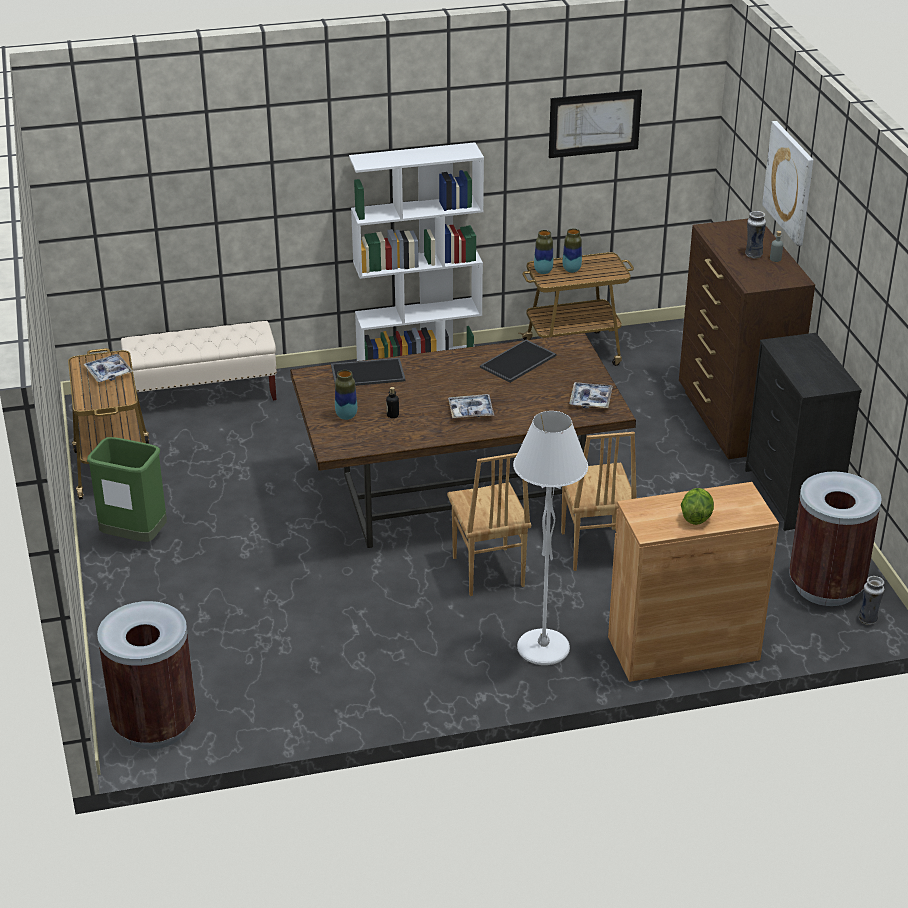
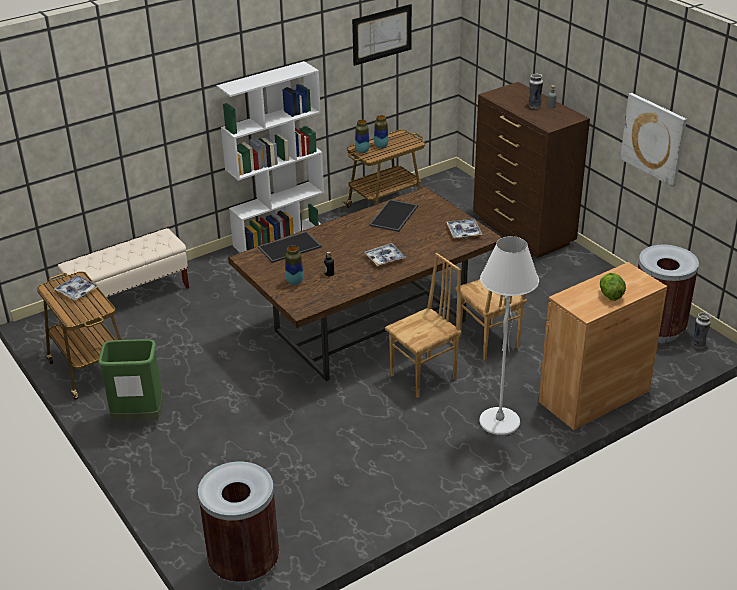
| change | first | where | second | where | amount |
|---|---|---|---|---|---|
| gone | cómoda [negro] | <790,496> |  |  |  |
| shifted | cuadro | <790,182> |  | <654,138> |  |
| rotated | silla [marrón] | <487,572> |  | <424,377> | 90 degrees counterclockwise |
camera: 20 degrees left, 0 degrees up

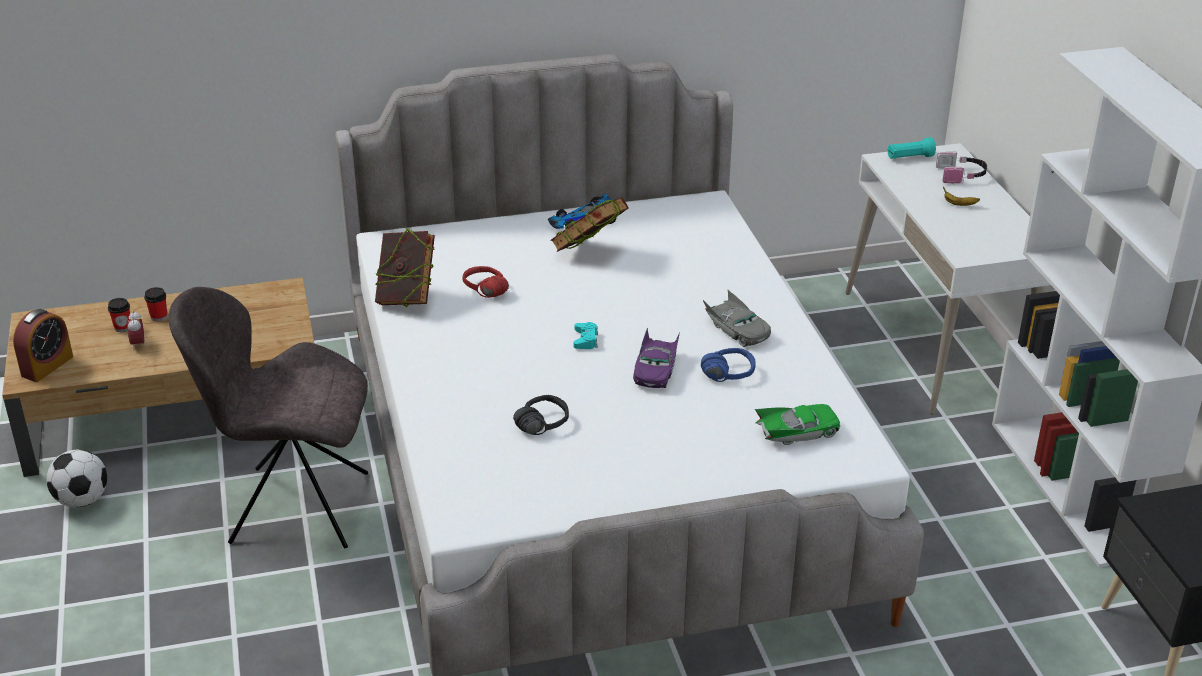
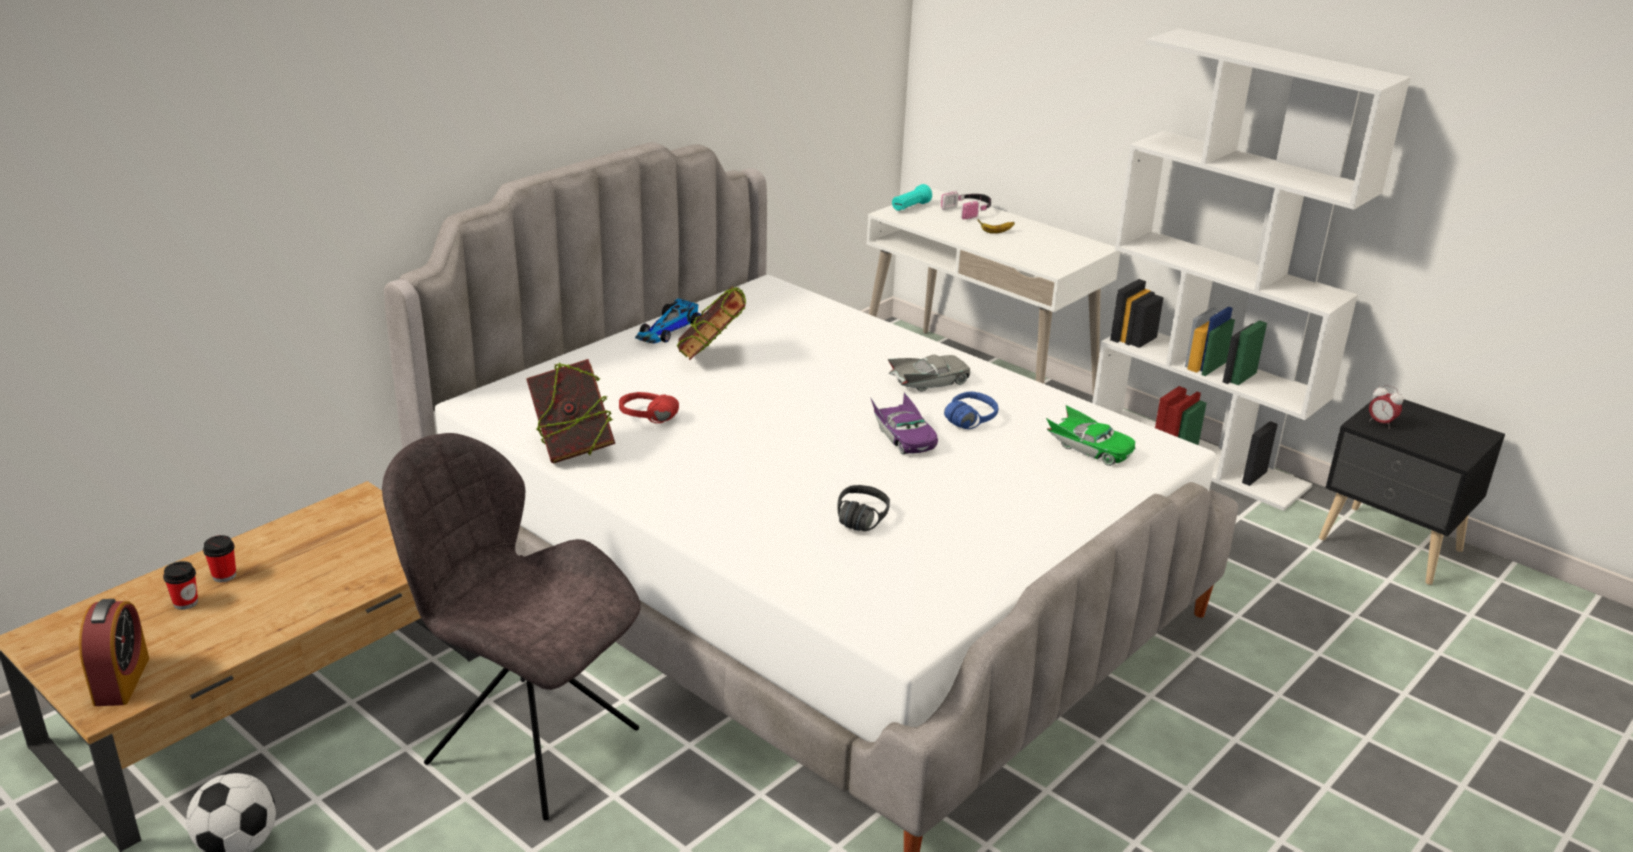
| change | first | where | second | where | amount |
|---|---|---|---|---|---|
| gone | mando de consola [turquesa] | <585,340> |  |  |  |
| shifted | despertador | <138,344> |  | <1381,423> |  |
| rotated | silla [gris] | <293,507> |  | <527,743> | 60 degrees clockwise |
| rotated | coche de juguete [gris] | <737,329> |  | <929,382> | 45 degrees counterclockwise |
| rotated | coche de juguete [verde] | <797,432> |  | <1089,448> | 90 degrees clockwise |
camera: 35 degrees left, 5 degrees down

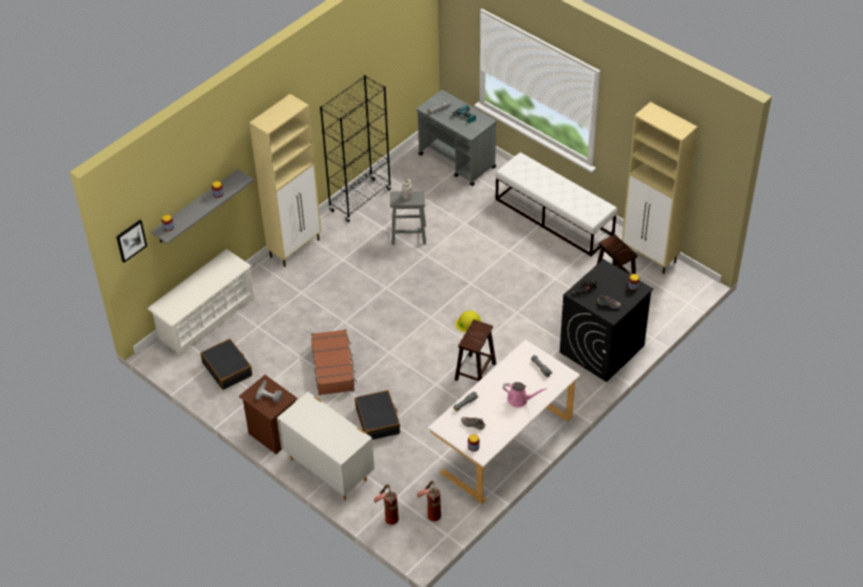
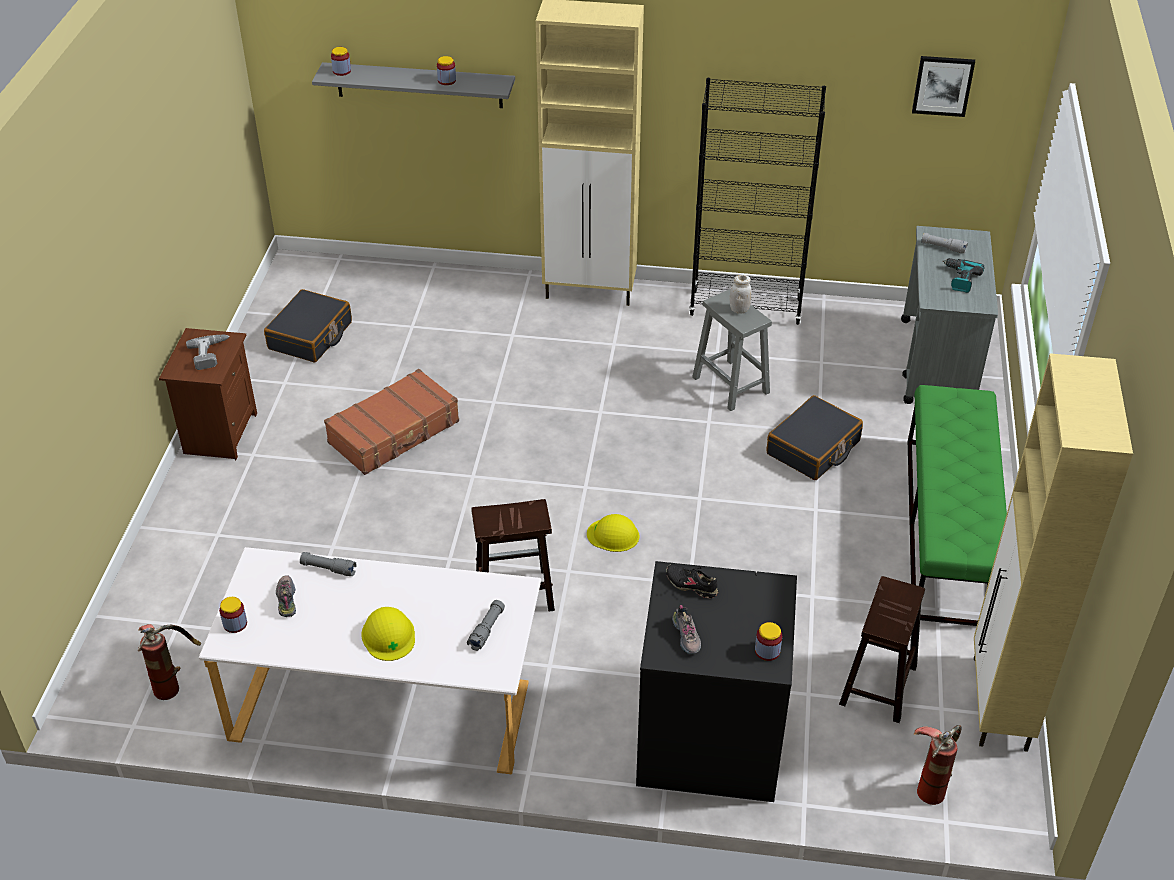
| change | first | where | second | where | amount |
|---|---|---|---|---|---|
| gone | zapatero [blanco] | <206,318> |  |  |  |
| gone | cómoda [blanco] | <328,469> |  |  |  |
| shifted | cuadro | <131,240> |  | <943,85> |  |
| shifted | maleta [negro] | <378,420> |  | <813,448> |  |
| shifted | extintor | <388,515> |  | <932,783> |  |
| swapped | regadera [rosa] | <520,400> | casco [amarillo] | <388,635> |  |
| repainted | banco [blanco] | <554,217> | banco [verde] | <948,530> |  |
camera: 55 degrees right, 5 degrees down

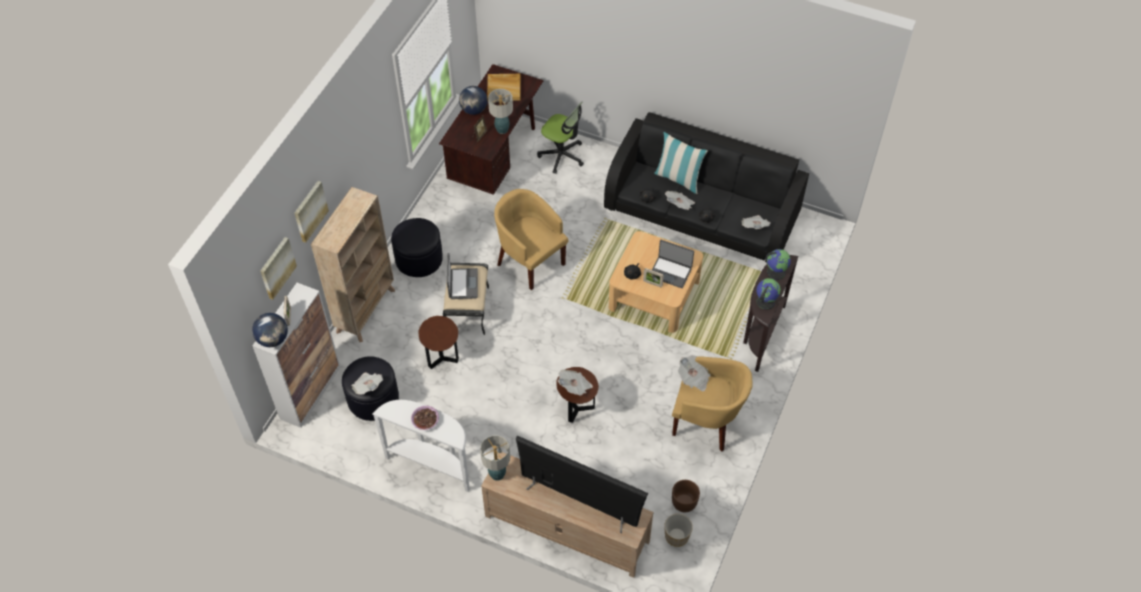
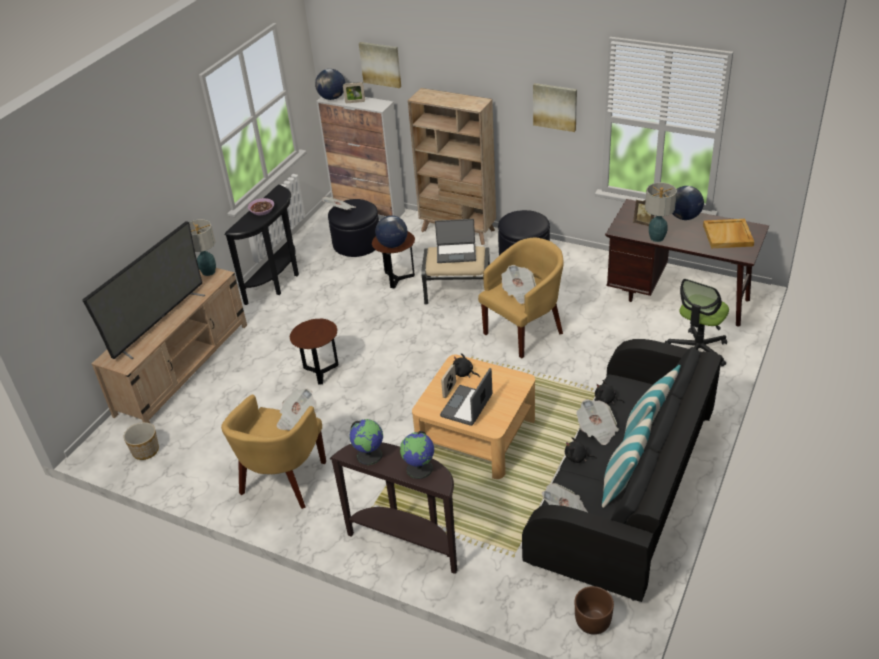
| change | first | where | second | where | amount |
|---|---|---|---|---|---|
| new |  |  | globo terráqueo | <392,244> |  |
| new |  |  | cojín | <624,483> |  |
| shifted | cuadro | <310,211> |  | <555,106> |  |
| shifted | periódico | <575,387> |  | <519,292> |  |
| shifted | maceta [marrón] | <684,502> |  | <593,622> |  |
| repainted | mesa consola [blanco] | <432,464> | mesa consola [negro] | <278,281> |  |
camera: 95 degrees right, 15 degrees down

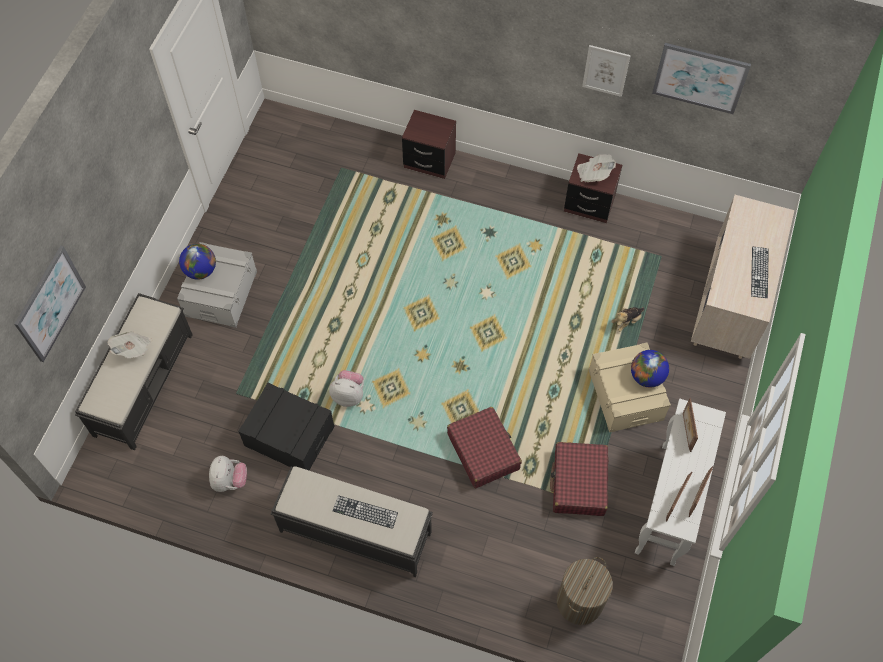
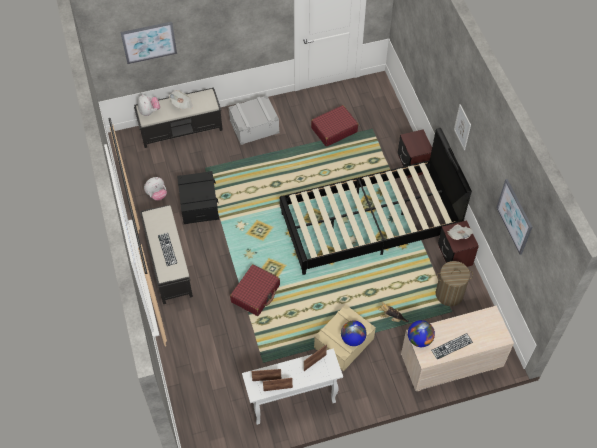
| change | first | where | second | where | amount |
|---|---|---|---|---|---|
| new |  |  | cama [negro] | <369,224> |  |
| shifted | globo terráqueo | <201,270> |  | <419,339> |  |
| shifted | peluche | <348,395> |  | <149,111> |  |
| shifted | maleta [rojo] | <578,483> |  | <334,130> |  |
| shifted | cesto de la ropa | <579,601> |  | <449,294> |  |
| shifted | cuadro | <606,70> |  | <462,127> |  |
camera: 55 degrees right, 5 degrees down

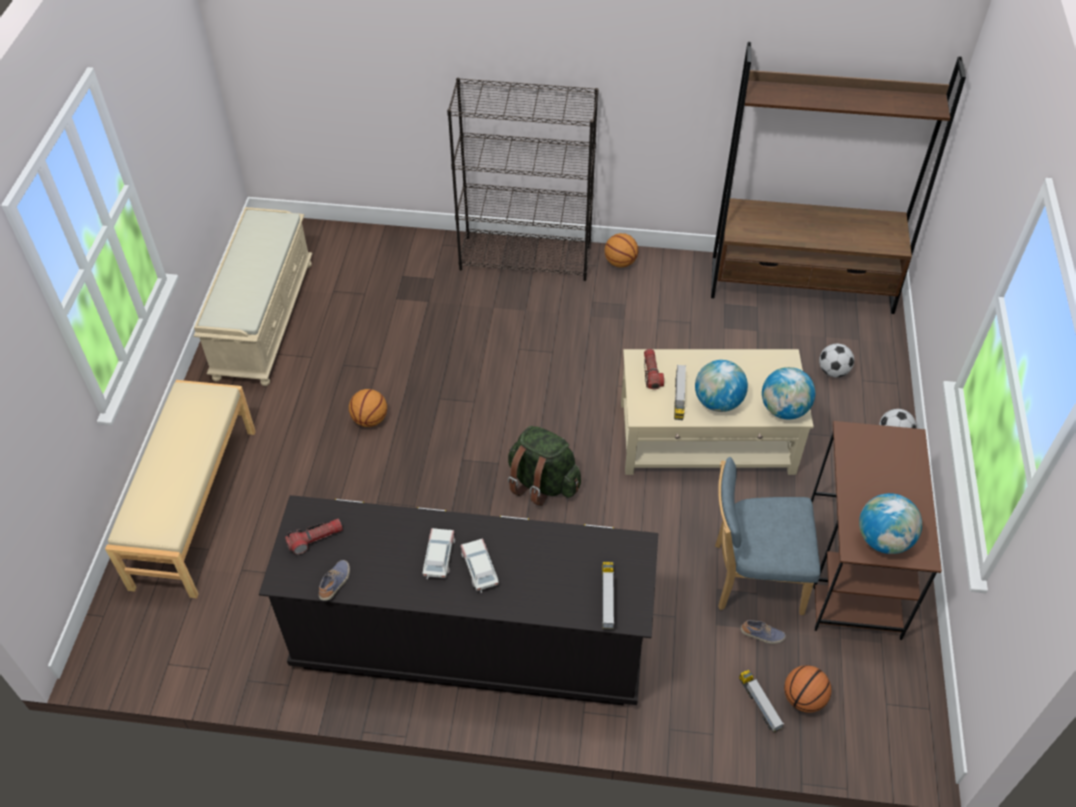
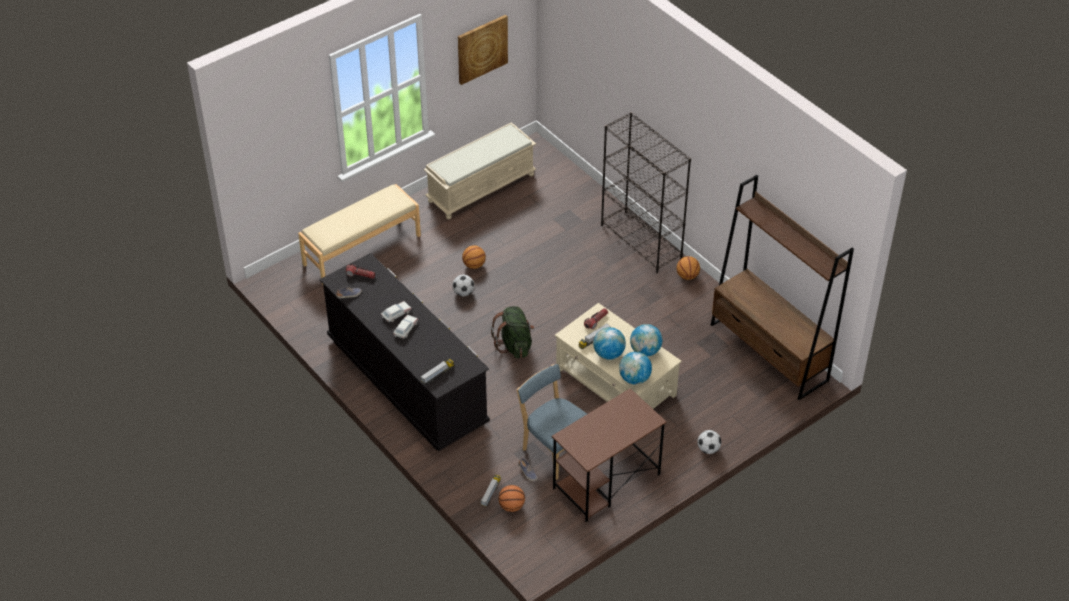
| change | first | where | second | where | amount |
|---|---|---|---|---|---|
| new |  |  | cuadro | <482,49> |  |
| shifted | balón de fútbol | <833,371> |  | <463,293> |  |
| shifted | globo terráqueo | <883,539> |  | <645,351> |  |
camera: 45 degrees right, 5 degrees down

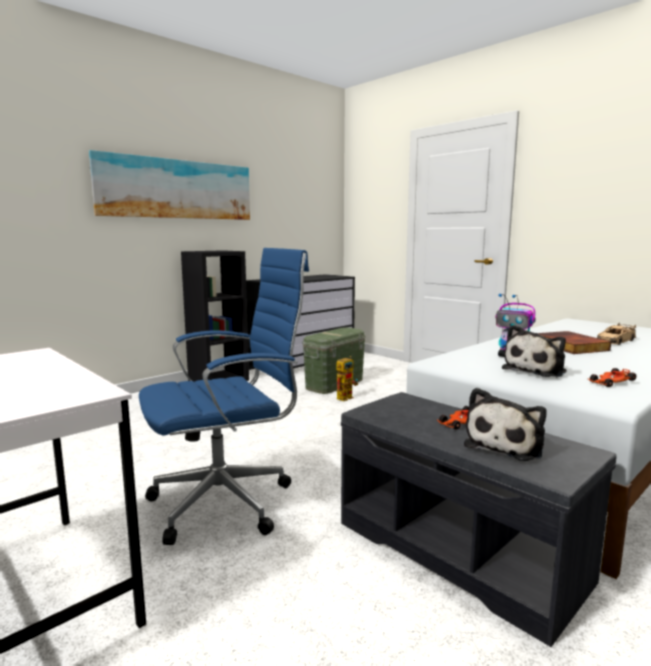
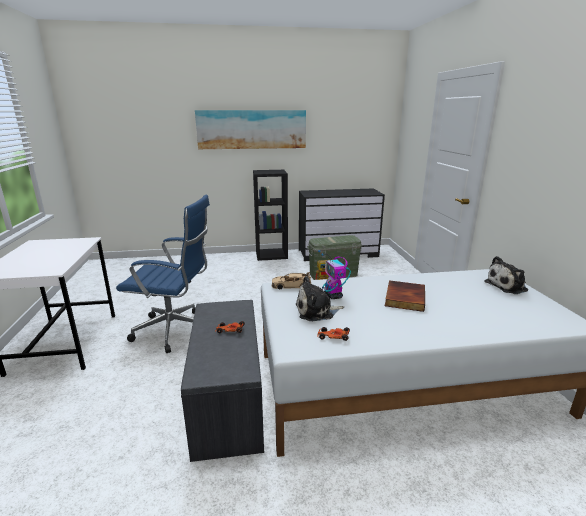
| change | first | where | second | where | amount |
|---|---|---|---|---|---|
| shifted | peluche | <506,445> |  | <508,286> |  |
| shifted | coche de juguete [beis] | <615,341> |  | <291,286> |  |
camera: 35 degrees right, 10 degrees up

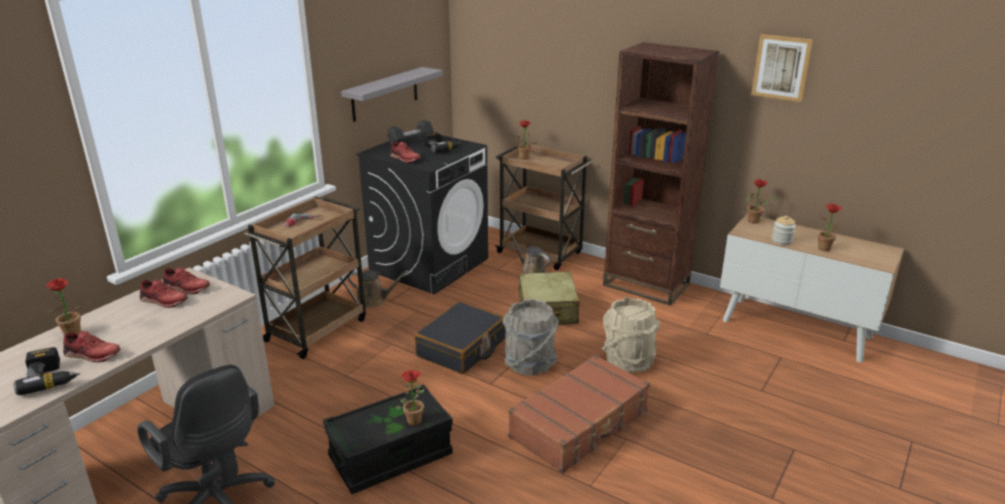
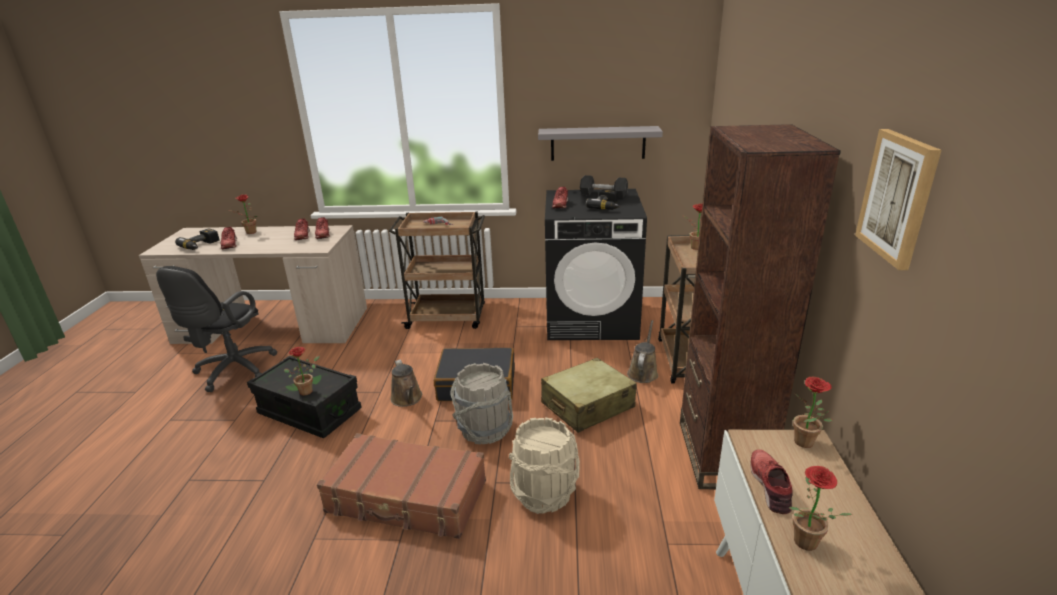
| change | first | where | second | where | amount |
|---|---|---|---|---|---|
| shifted | regadera [marrón] | <374,300> |  | <407,399> |  |
| swapped | tarro | <781,241> | zapato [rojo] | <771,485> |  |
camera: 60 degrees right, 0 degrees up

